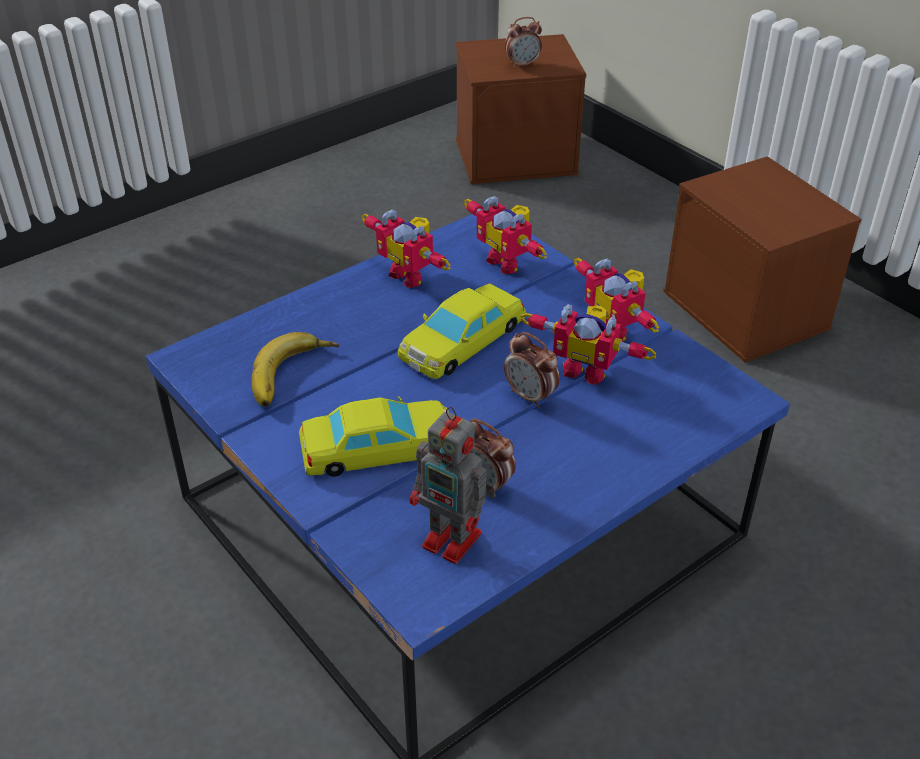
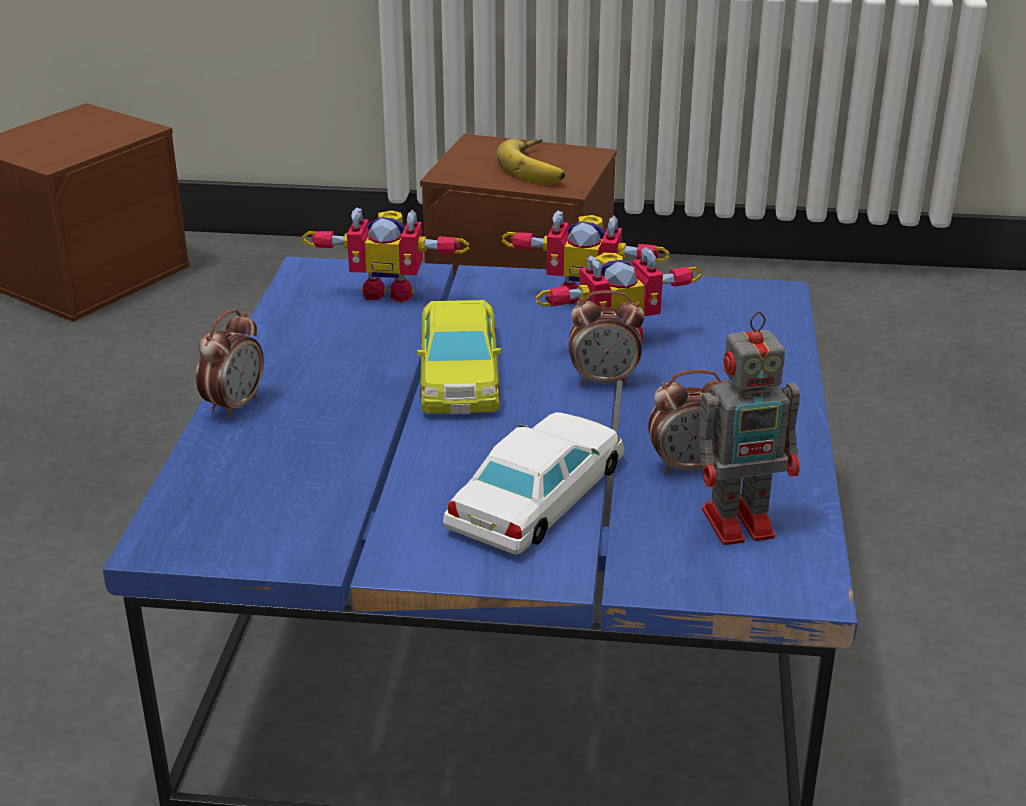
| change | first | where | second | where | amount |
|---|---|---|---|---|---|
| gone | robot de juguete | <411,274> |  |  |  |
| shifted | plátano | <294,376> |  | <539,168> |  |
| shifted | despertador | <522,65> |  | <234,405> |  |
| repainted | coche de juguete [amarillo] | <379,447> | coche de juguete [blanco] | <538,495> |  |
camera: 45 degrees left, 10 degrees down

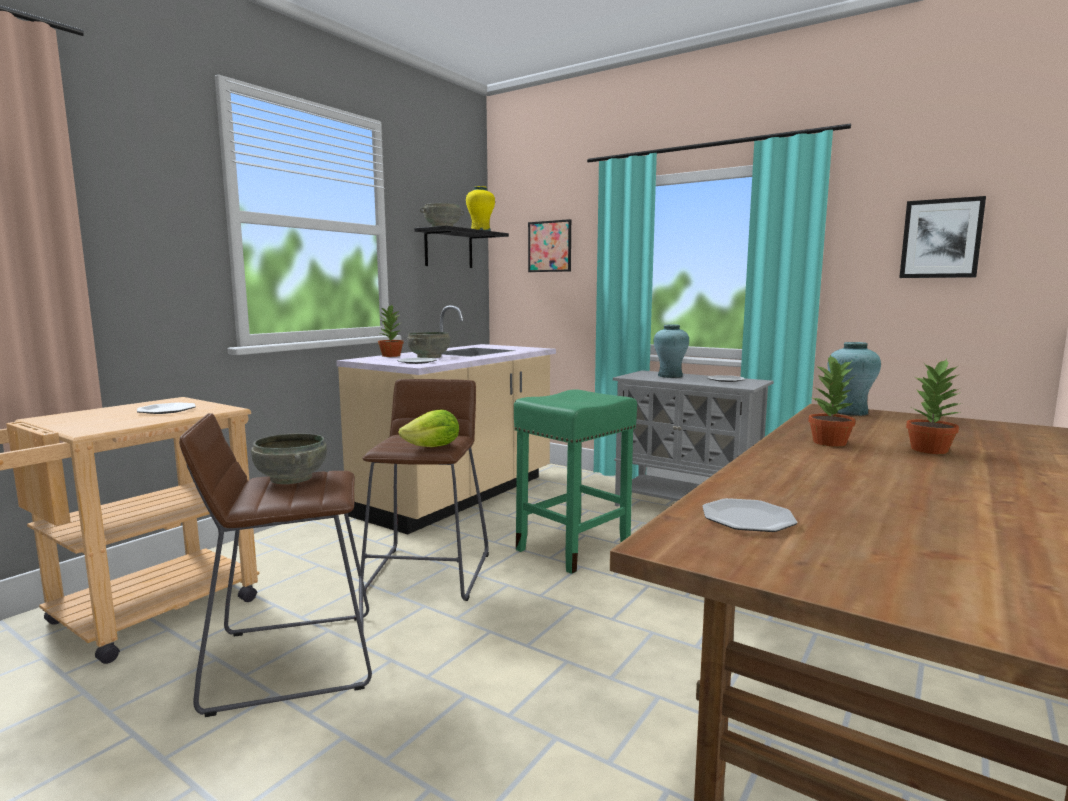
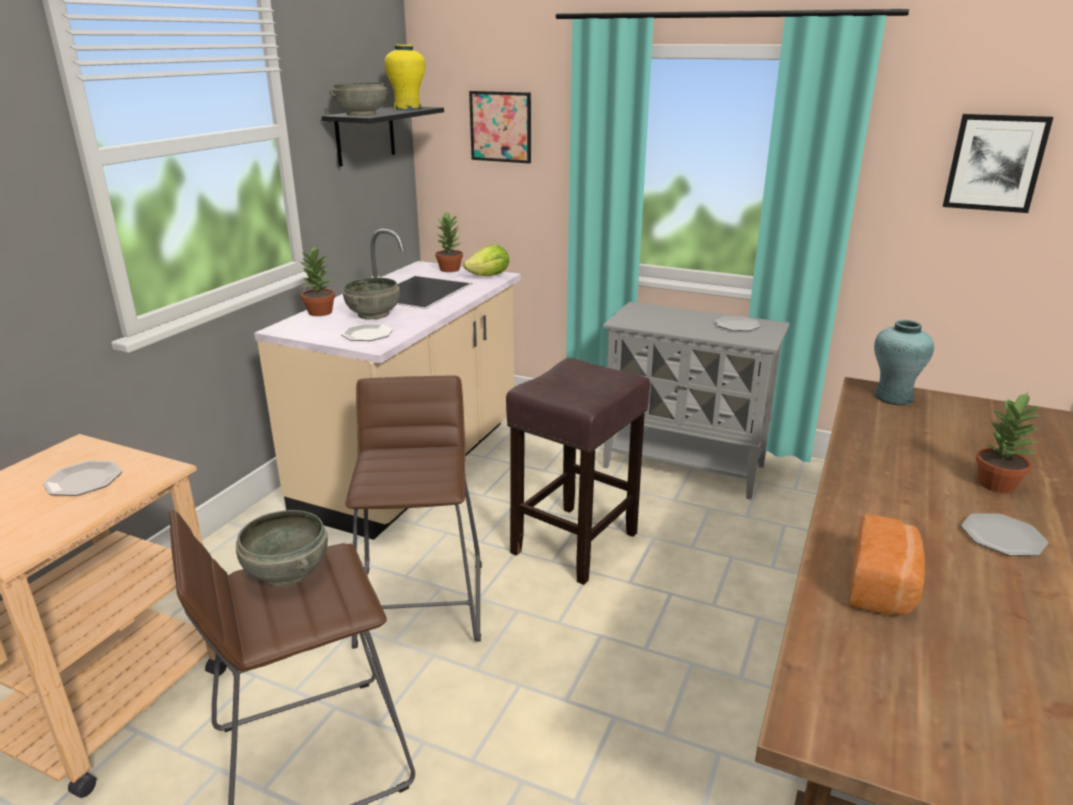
| change | first | where | second | where | amount |
|---|---|---|---|---|---|
| gone | florero [turquesa] | <670,376> |  |  |  |
| new |  |  | pan | <883,587> |  |
| shifted | lechuga | <433,447> |  | <489,276> |  |
| shifted | plato | <748,519> |  | <1003,538> |  |
| shifted | planta en maceta | <830,442> |  | <450,269> |  |
| repainted | taburete [verde] | <574,547> | taburete [marrón] | <575,542> |  |
camera: 10 degrees left, 15 degrees up

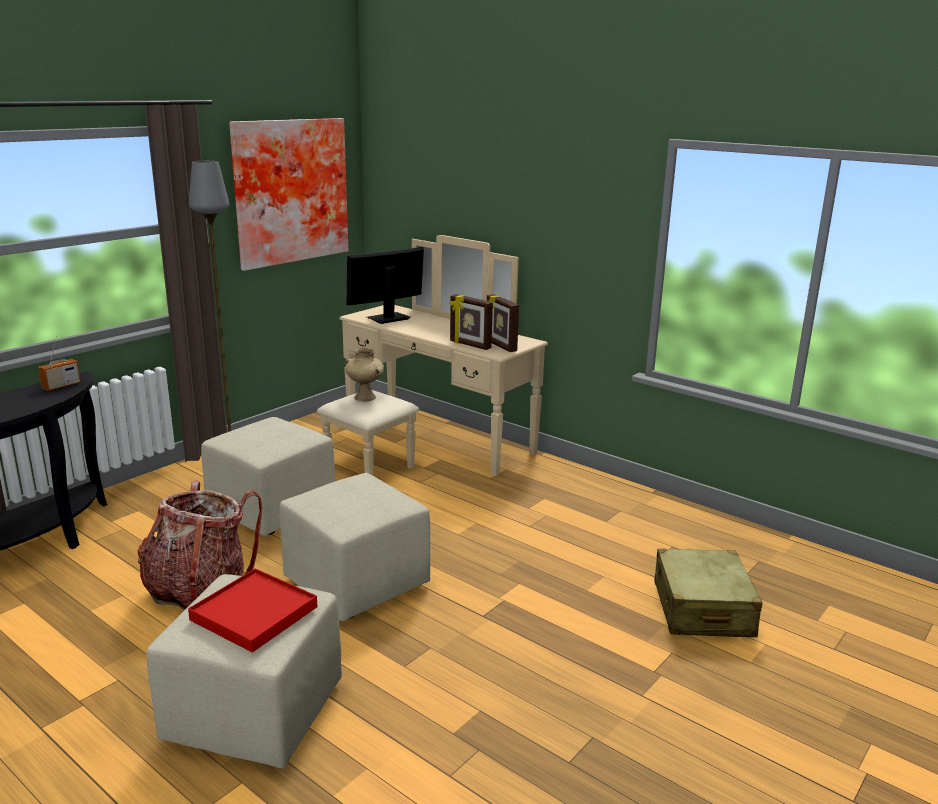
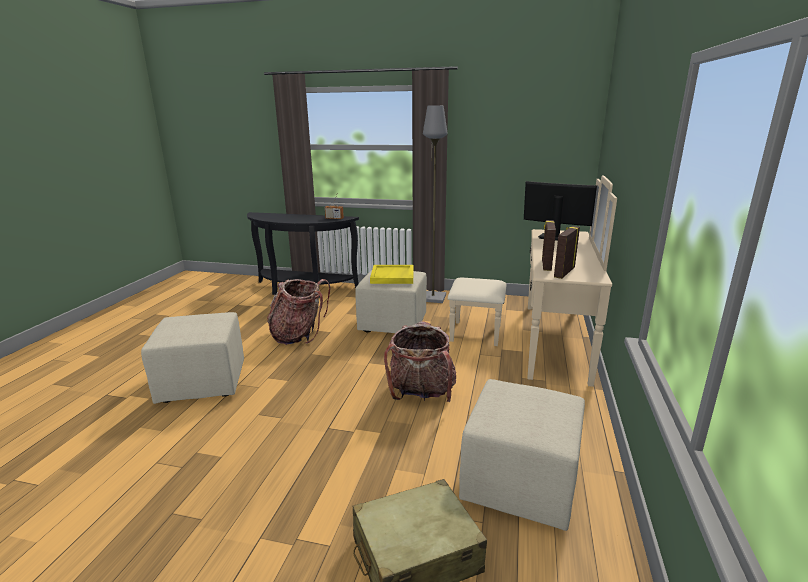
| change | first | where | second | where | amount |
|---|---|---|---|---|---|
| gone | bandeja [rojo] | <254,613> |  |  |  |
| gone | cuadro | <289,191> |  |  |  |
| gone | florero [beis] | <366,397> |  |  |  |
| new |  |  | bandeja [amarillo] | <393,276> |  |
| new |  |  | mochila | <422,393> |  |
| shifted | puf [beis] | <358,584> |  | <520,484> |  |
camera: 65 degrees right, 0 degrees up

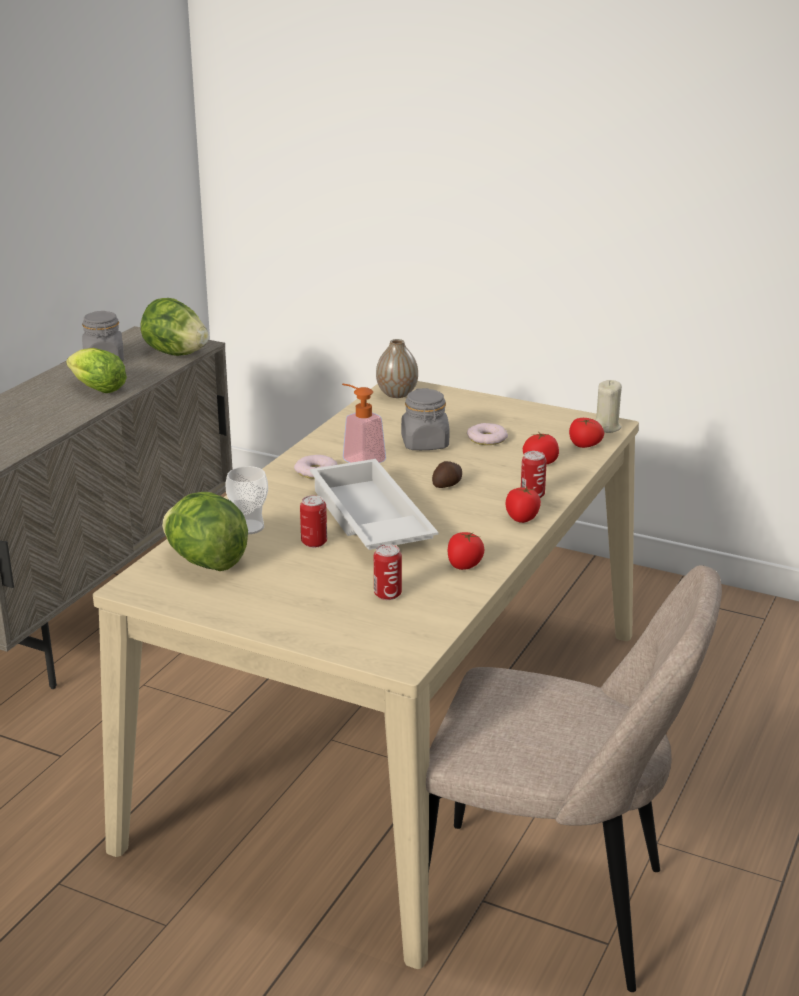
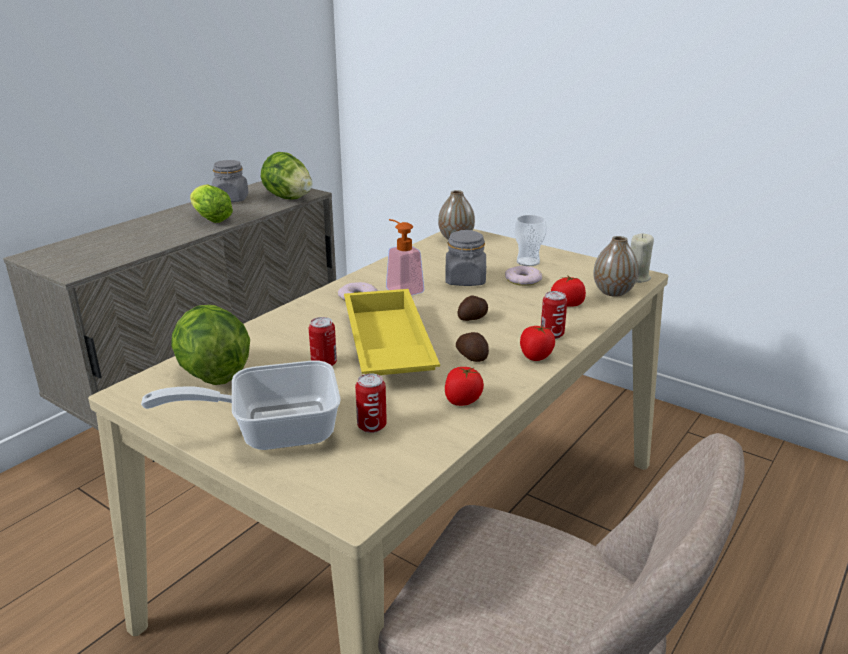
| change | first | where | second | where | amount |
|---|---|---|---|---|---|
| new |  |  | sartén | <271,430> |  |
| new |  |  | patata | <472,356> |  |
| shifted | taza | <249,527> |  | <528,262> |  |
| swapped | tomate | <584,445> | florero | <613,292> |  |
| repainted | bandeja [blanco] | <368,520> | bandeja [amarillo] | <385,346> |  |
camera: 10 degrees right, 0 degrees up

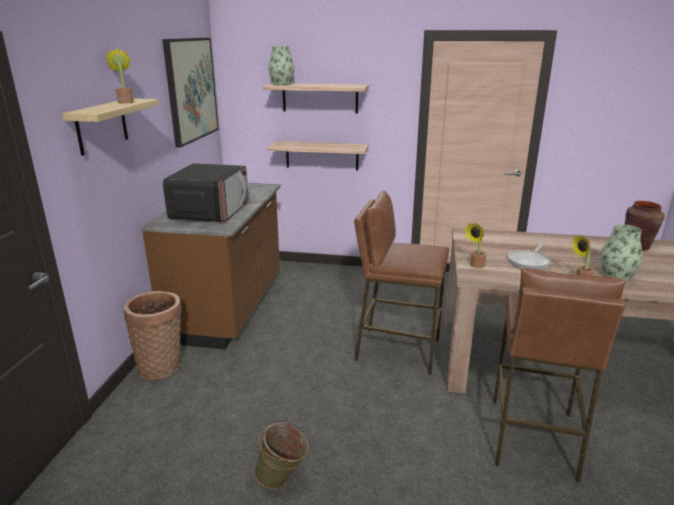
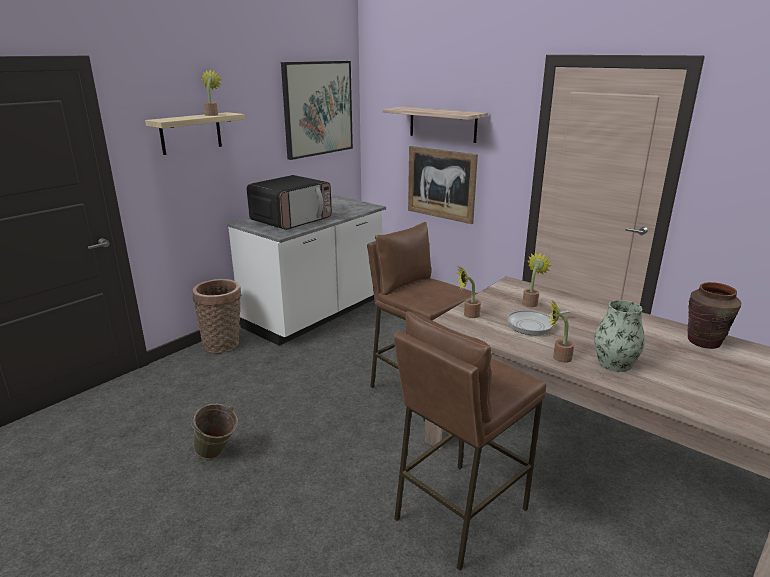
| change | first | where | second | where | amount |
|---|---|---|---|---|---|
| gone | florero | <282,84> |  |  |  |
| new |  |  | planta en maceta | <531,302> |  |
| swapped | estante | <322,155> | cuadro | <441,184> |  |
| repainted | mueble bajo de cocina [marrón] | <229,308> | mueble bajo de cocina [blanco] | <316,314> |  |
camera: 30 degrees right, 0 degrees up

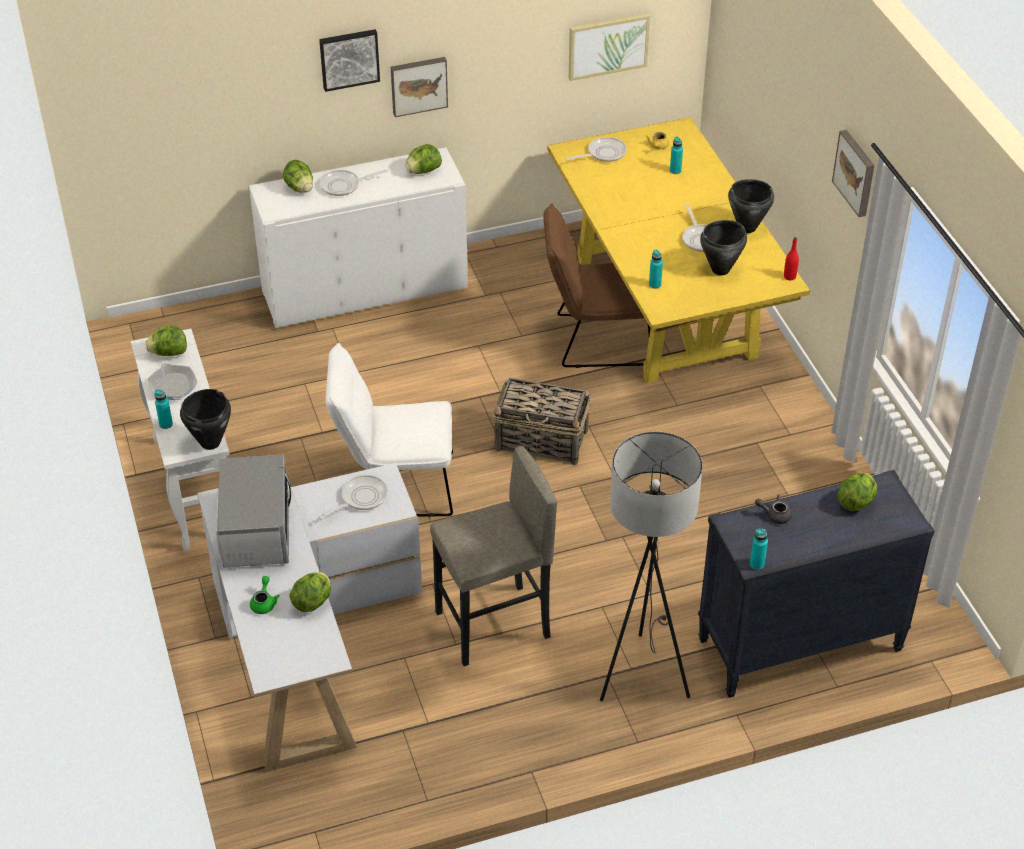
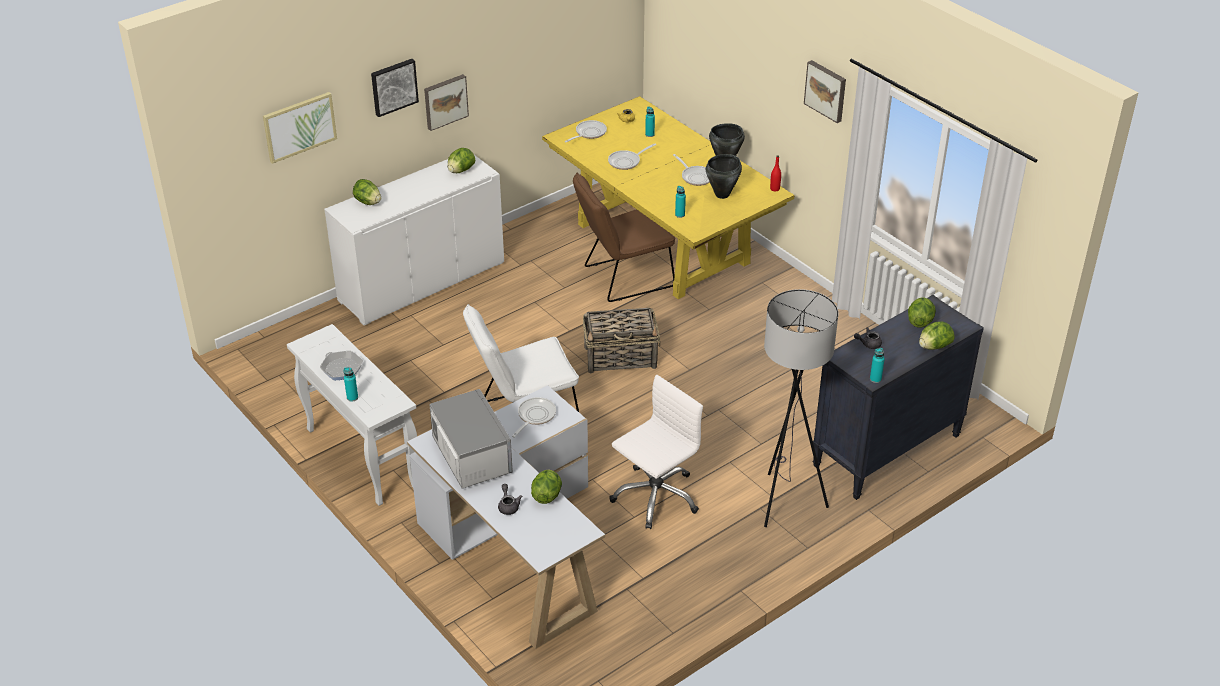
| change | first | where | second | where | amount |
|---|---|---|---|---|---|
| gone | olla [negro] | <210,442> |  |  |  |
| shifted | lechuga | <169,353> |  | <934,346> |  |
| shifted | sartén | <344,185> |  | <626,162> |  |
| shifted | cuadro | <608,46> |  | <299,126> |  |
| swapped | taburete [gris] | <493,625> | silla de oficina [blanco] | <655,496> |  |
| repainted | tetera [verde] | <264,602> | tetera [gris] | <508,506> |  |
camera: 20 degrees left, 5 degrees down

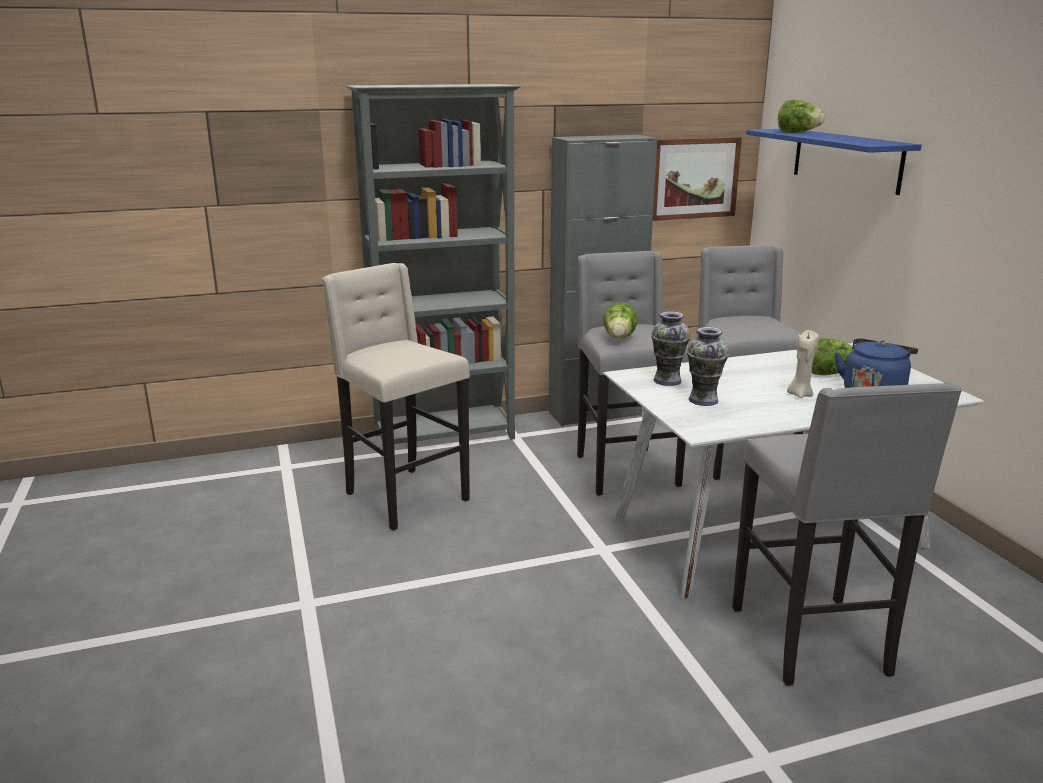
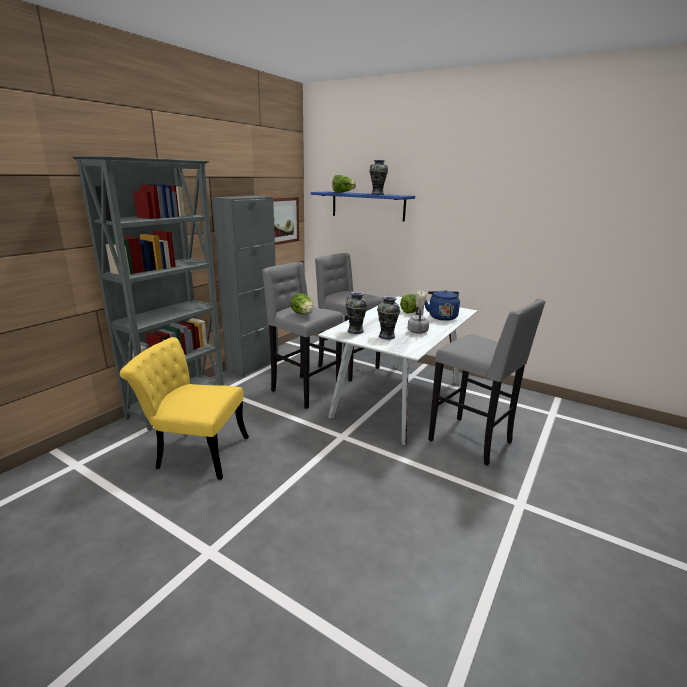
| change | first | where | second | where | amount |
|---|---|---|---|---|---|
| new |  |  | florero | <377,194> |  |
| new |  |  | hervidor [gris] | <417,332> |  |
| swapped | taburete [beis] | <403,497> | silla [amarillo] | <194,452> |  |
camera: 40 degrees left, 0 degrees up

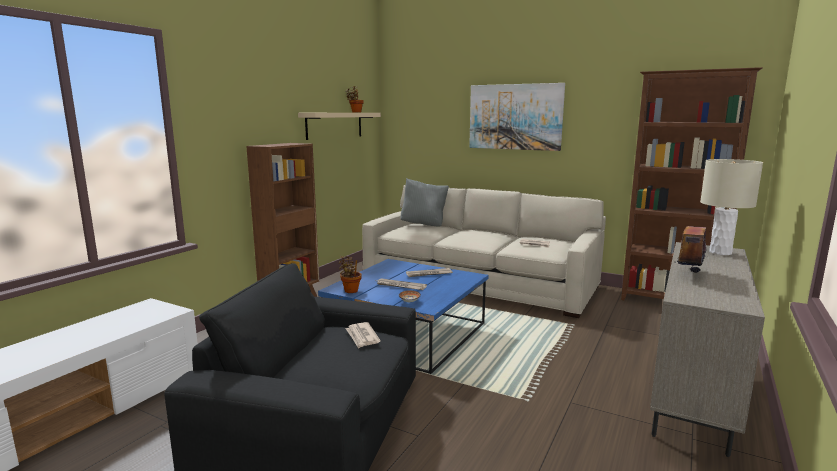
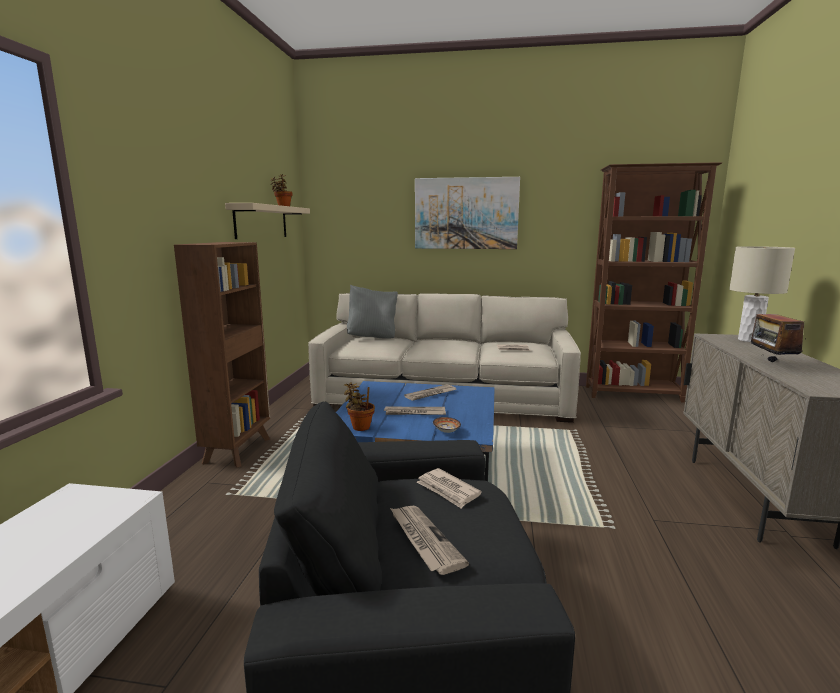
| change | first | where | second | where | amount |
|---|---|---|---|---|---|
| new |  |  | periódico | <424,540> |  |
camera: 20 degrees left, 0 degrees up

